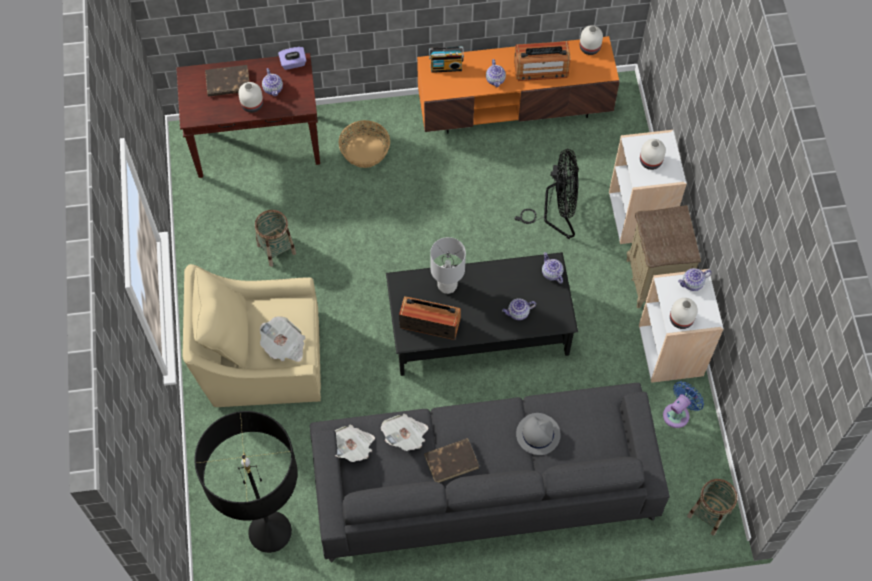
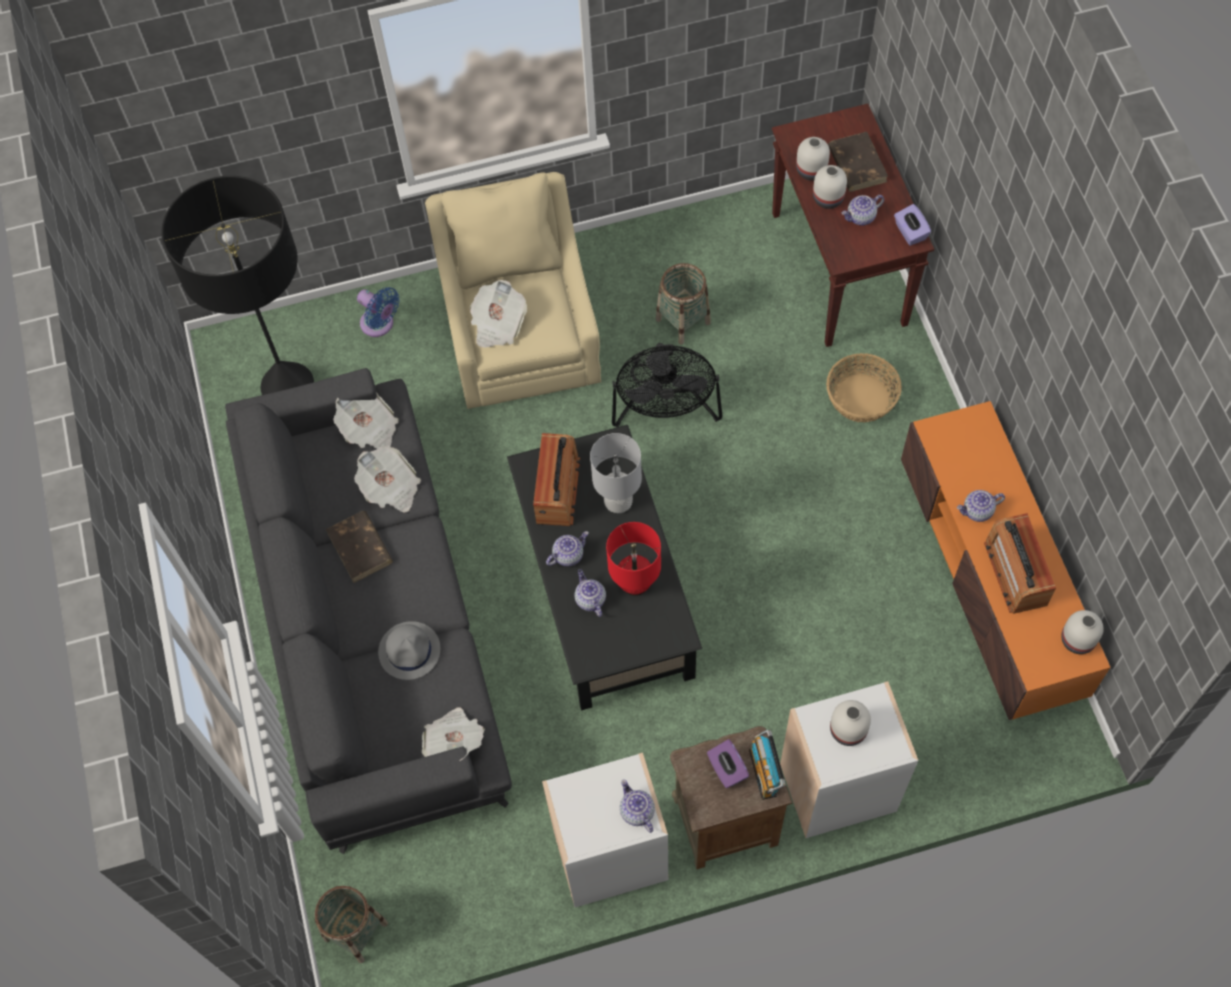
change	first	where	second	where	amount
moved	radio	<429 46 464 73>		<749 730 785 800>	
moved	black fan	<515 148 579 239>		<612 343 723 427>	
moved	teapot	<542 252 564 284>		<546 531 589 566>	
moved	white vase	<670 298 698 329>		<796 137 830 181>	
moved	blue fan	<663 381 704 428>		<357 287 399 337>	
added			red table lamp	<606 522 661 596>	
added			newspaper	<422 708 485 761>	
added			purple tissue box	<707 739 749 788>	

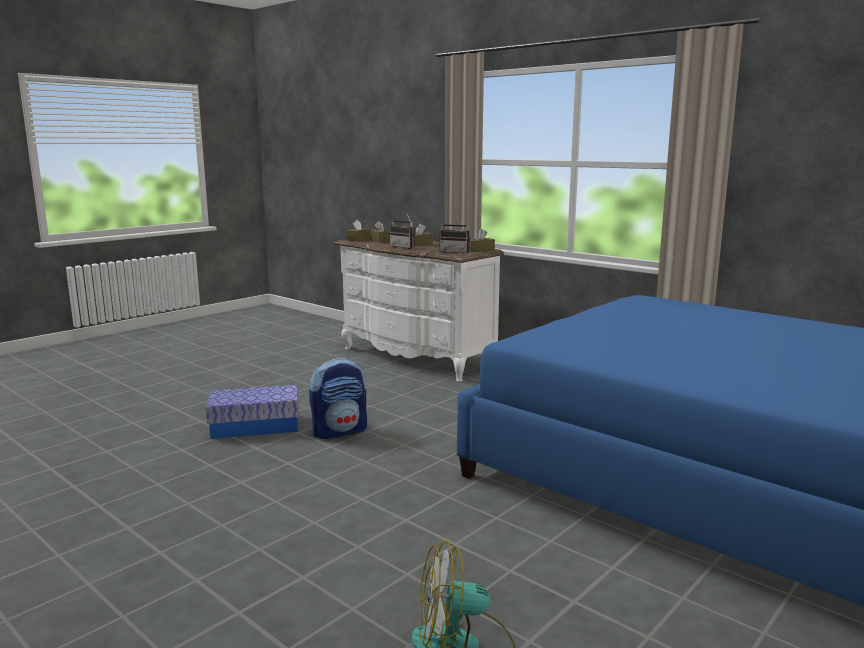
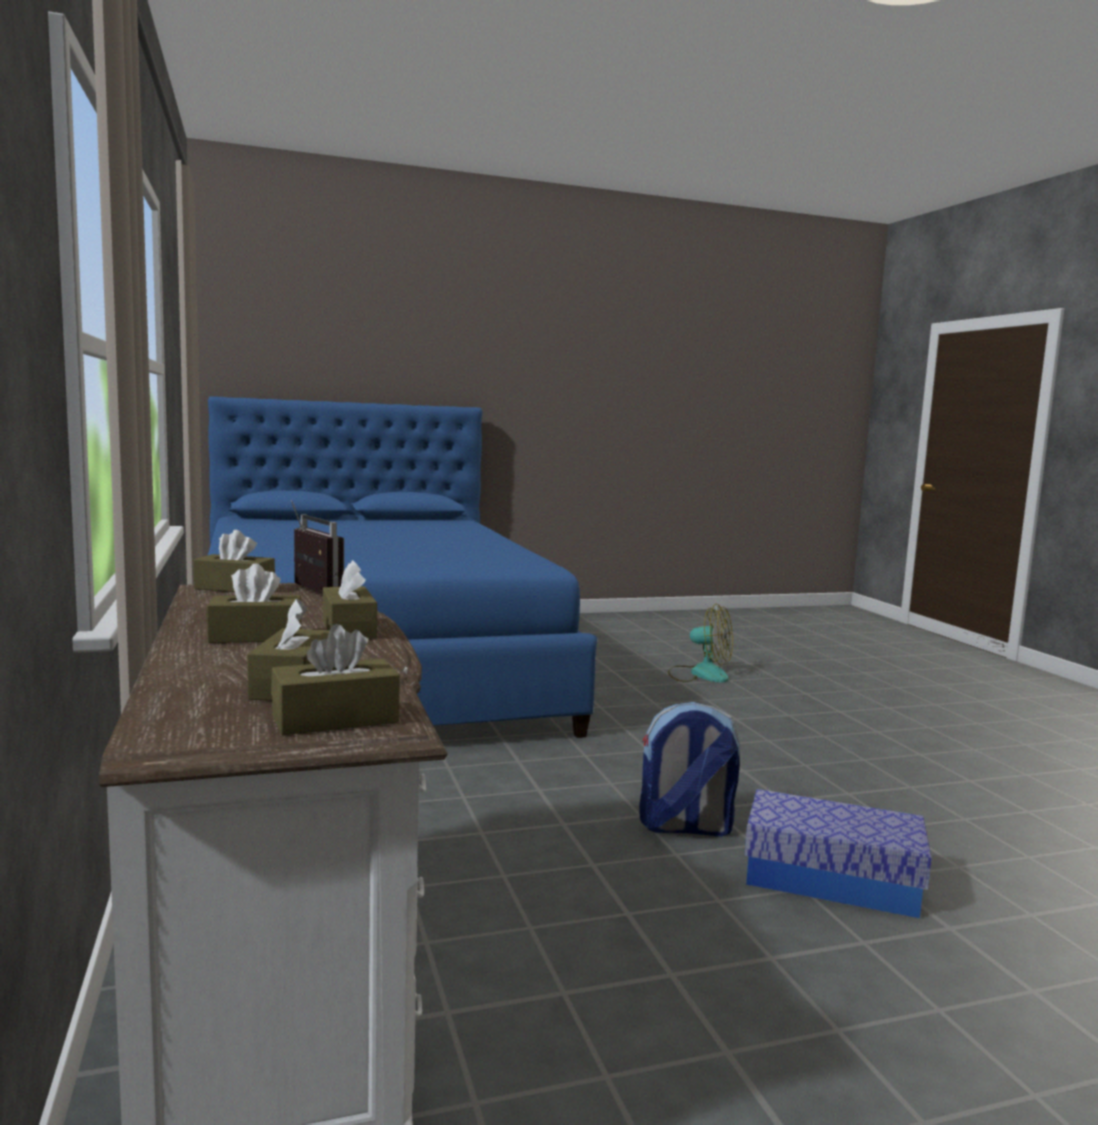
change	first	where	second	where	amount
replaced	radio	<390 213 415 249>	brown tissue box	<323 560 377 639>	

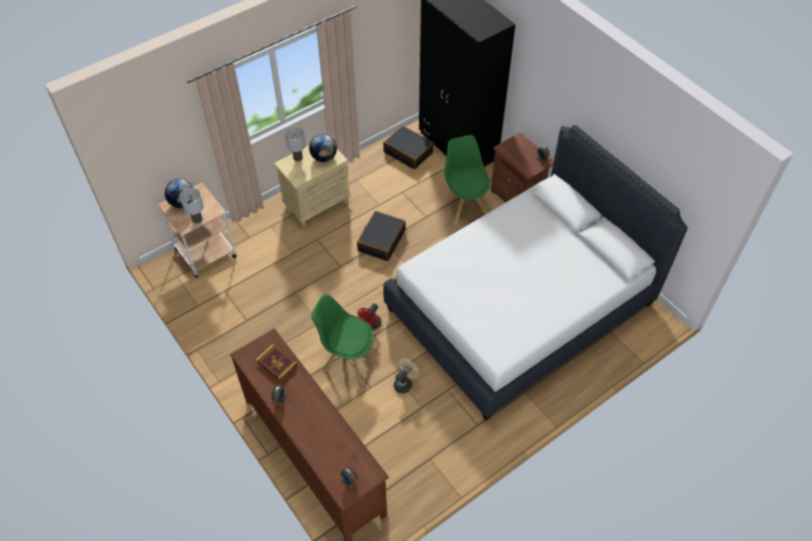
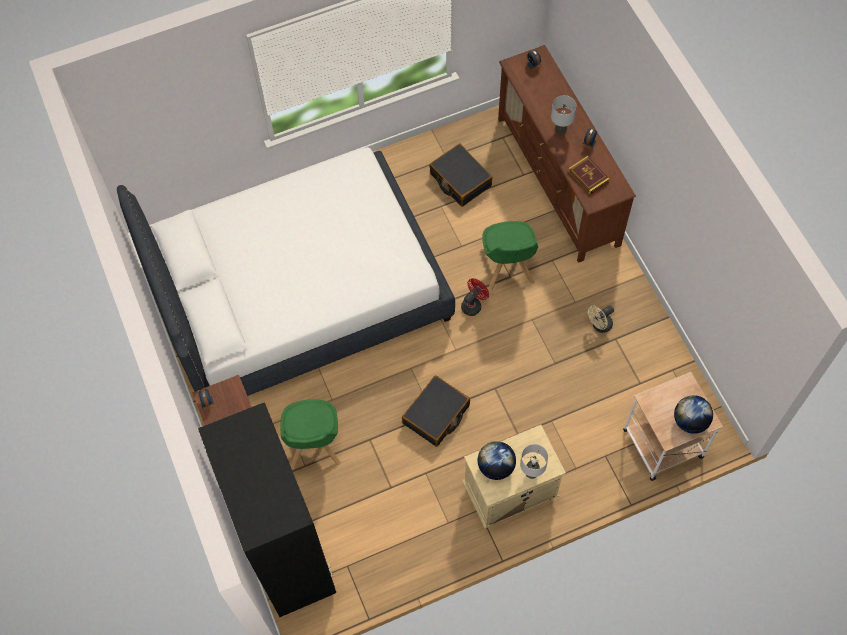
change	first	where	second	where	amount
moved	black suitcase	<383 126 434 169>		<429 144 493 207>	
moved	white table lamp	<180 188 204 223>		<551 95 576 135>	
turned	green chair	<311 294 378 385>		<480 221 538 291>	45 degrees clockwise
moved	beige fan	<394 358 419 394>		<588 305 614 333>	

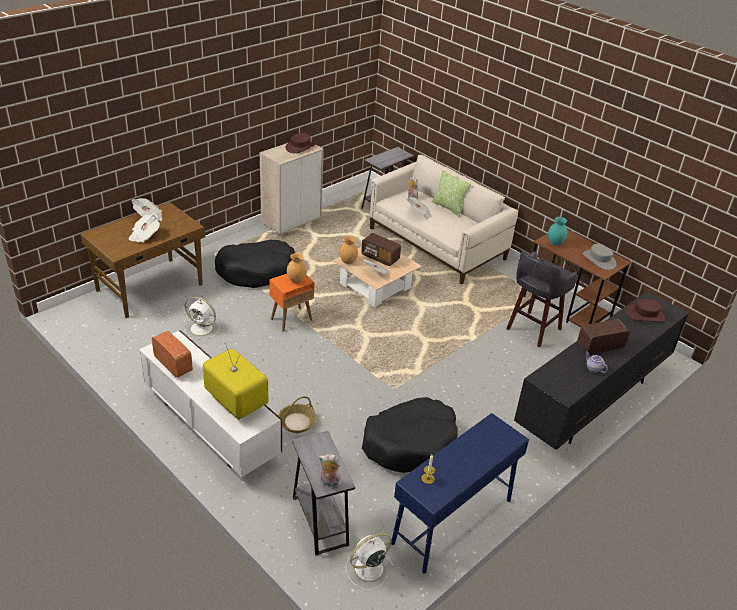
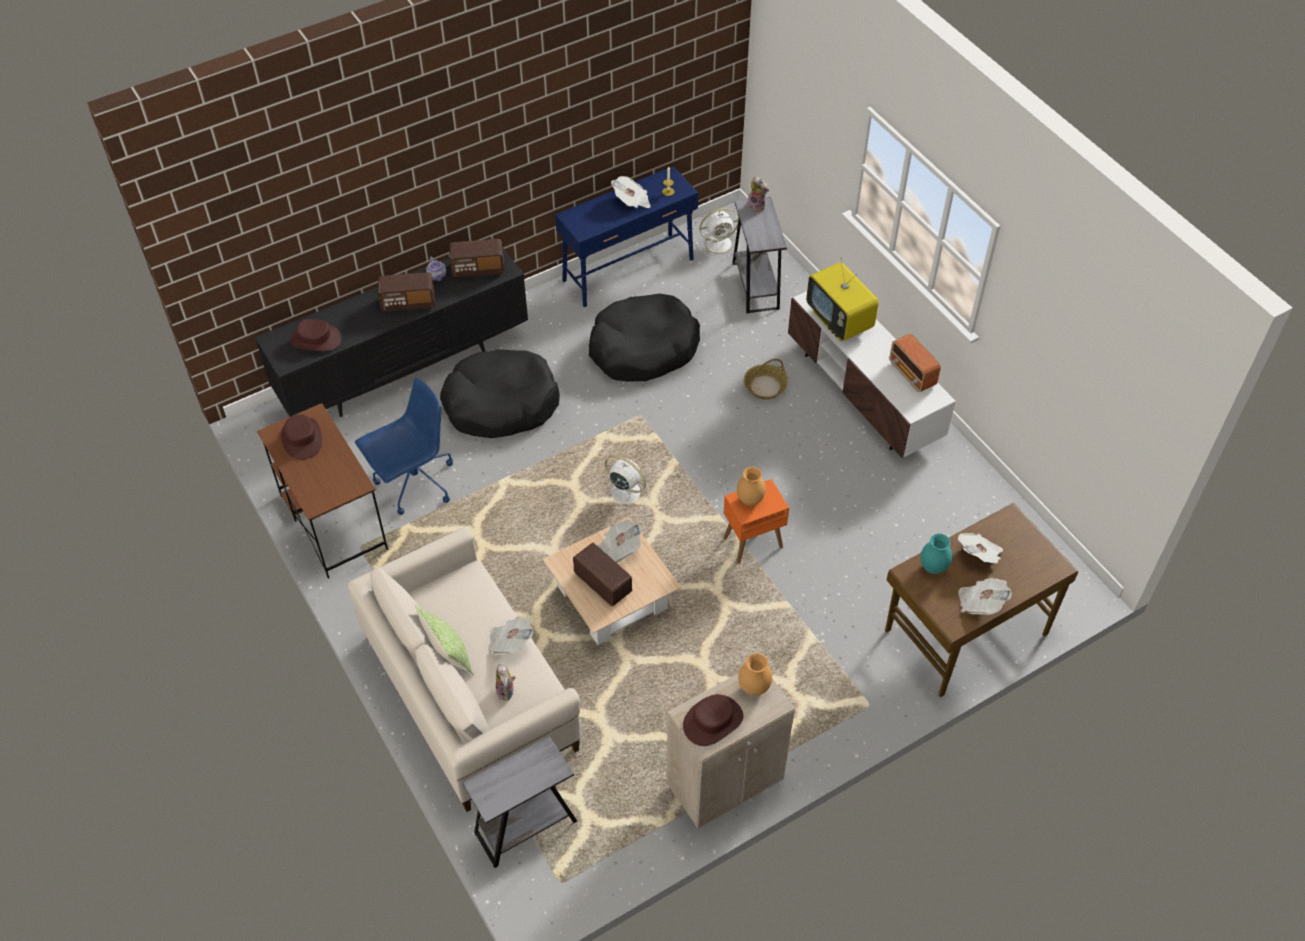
change	first	where	second	where	amount
moved	turquoise vase	<548 217 567 246>		<921 533 952 574>	
moved	brown vase	<340 236 358 264>		<738 653 772 696>	
moved	black dog bed	<215 240 295 288>		<440 349 560 438>	
recoloured	grey hat	<583 244 617 270>	brown hat	<281 414 322 459>	
replaced	grey stool	<506 251 578 348>	blue office chair	<355 378 453 515>	
moved	white fan	<184 297 220 340>		<605 455 649 509>	
added			newspaper	<611 176 650 208>	
added			radio	<449 239 504 277>	

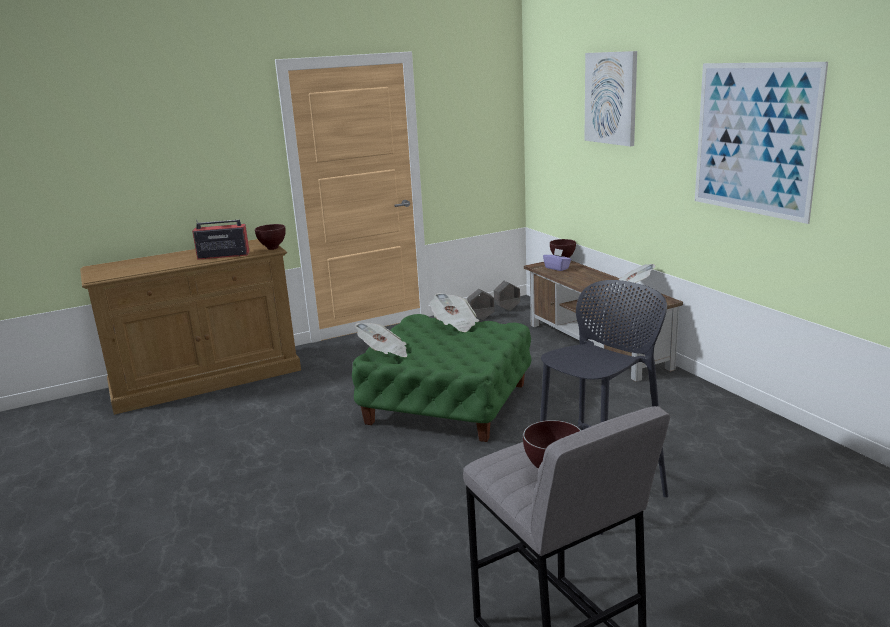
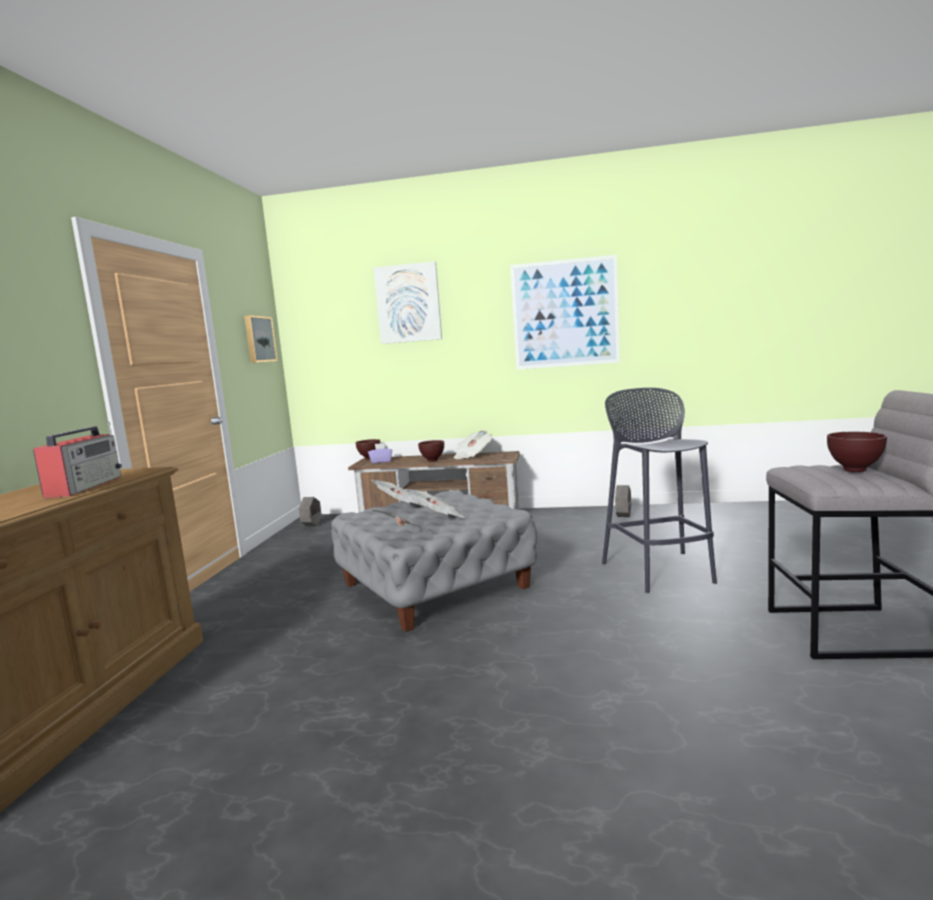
change	first	where	second	where	amount
turned	radio	<192 219 250 260>		<33 422 122 498>	150 degrees clockwise
moved	brown bowl	<255 224 286 250>		<418 440 444 462>	
moved	grey planter	<467 289 495 320>		<615 485 631 517>	
recoloured	green ottoman	<352 314 531 442>	grey ottoman	<331 490 537 632>	
added			picture	<244 315 278 363>	
added			newspaper	<405 489 465 518>	

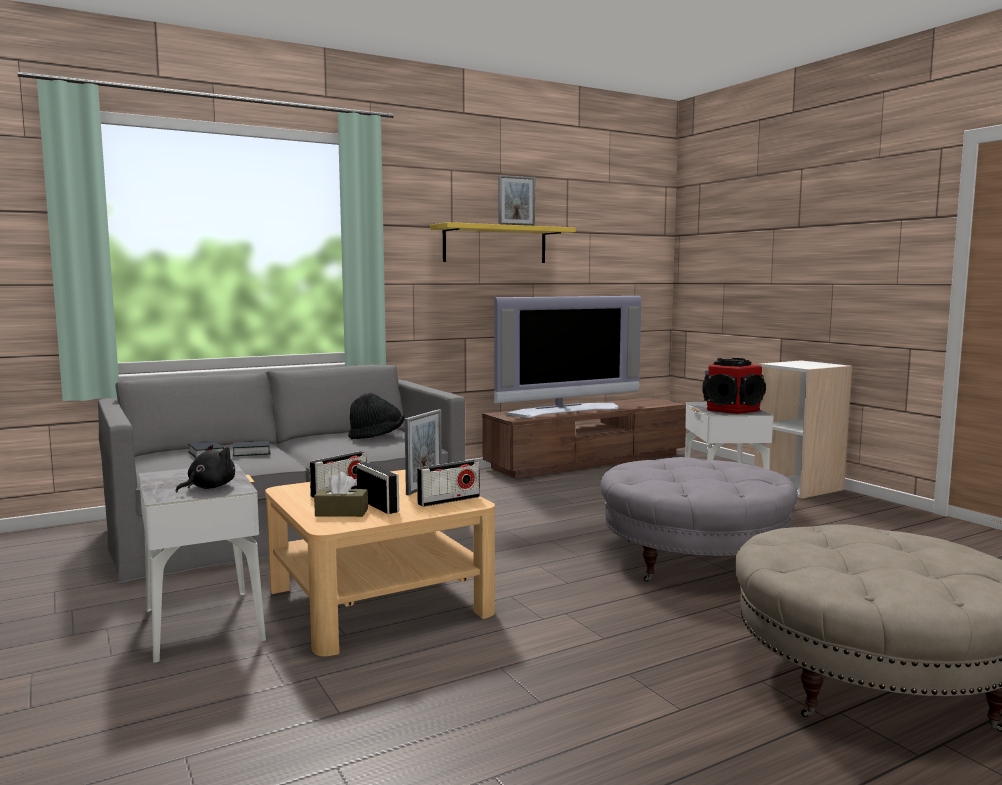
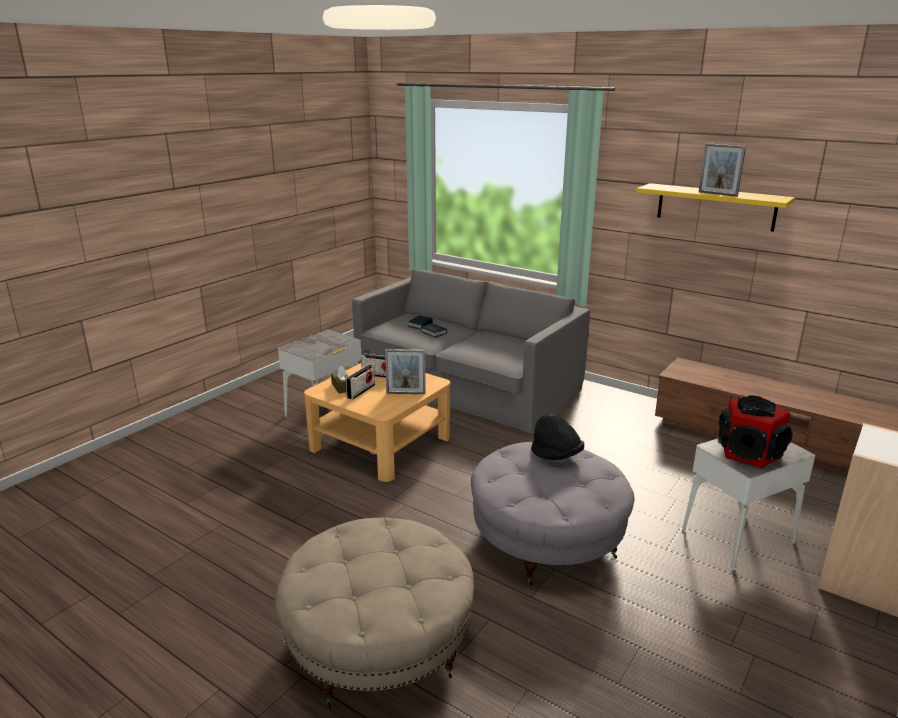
change	first	where	second	where	amount
removed	television	<494 296 641 418>			
moved	black hat	<348 393 404 439>		<531 414 584 460>	
removed	black plush toy	<176 445 235 492>			
removed	radio	<417 460 480 507>			

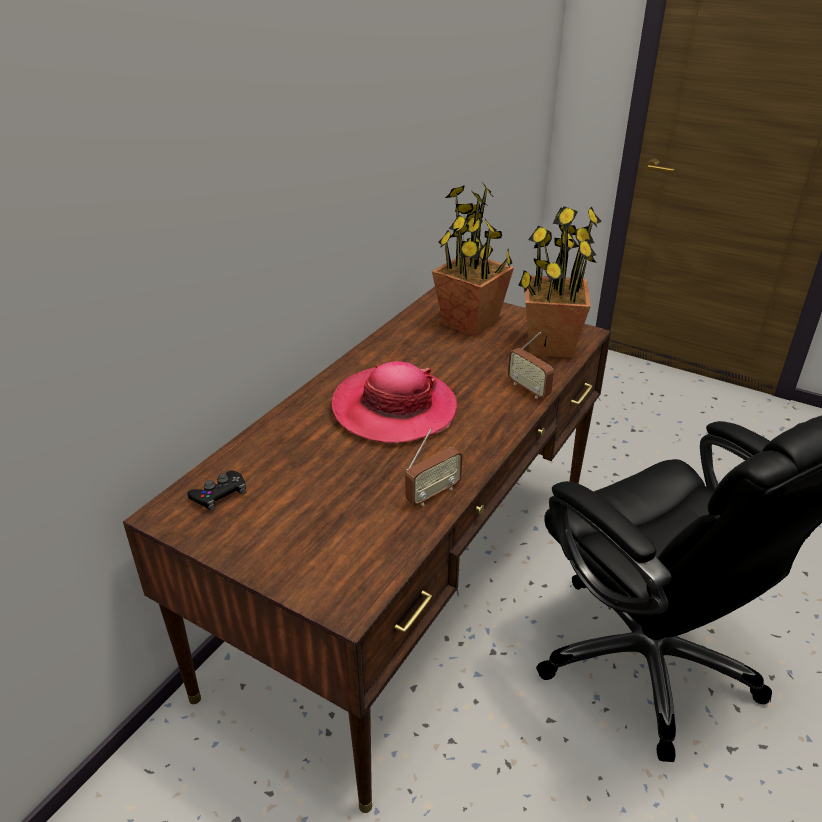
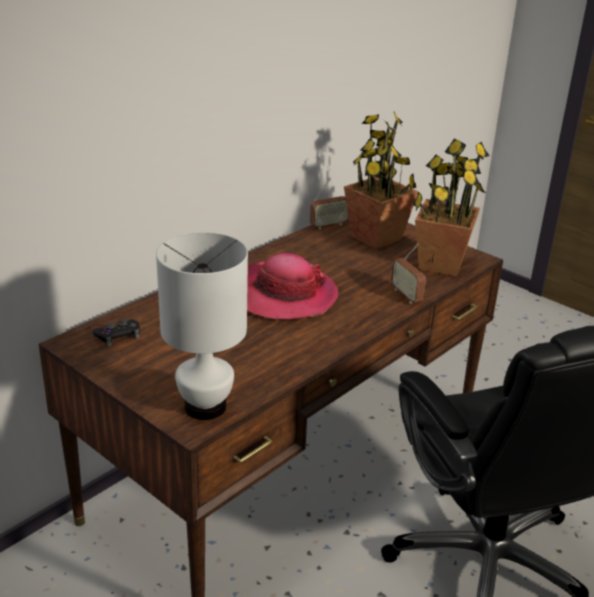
change	first	where	second	where	amount
moved	radio	<405 428 463 506>		<310 178 349 230>	
added			white table lamp	<156 232 248 420>	

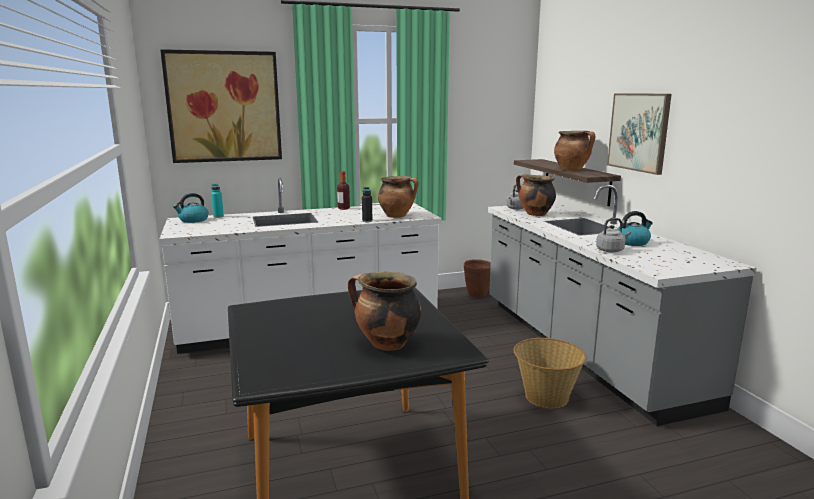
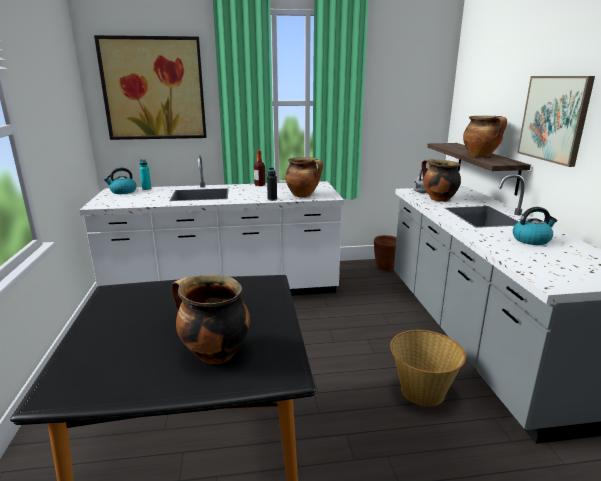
change	first	where	second	where	amount
removed	grey kettle	<596 218 631 252>			

